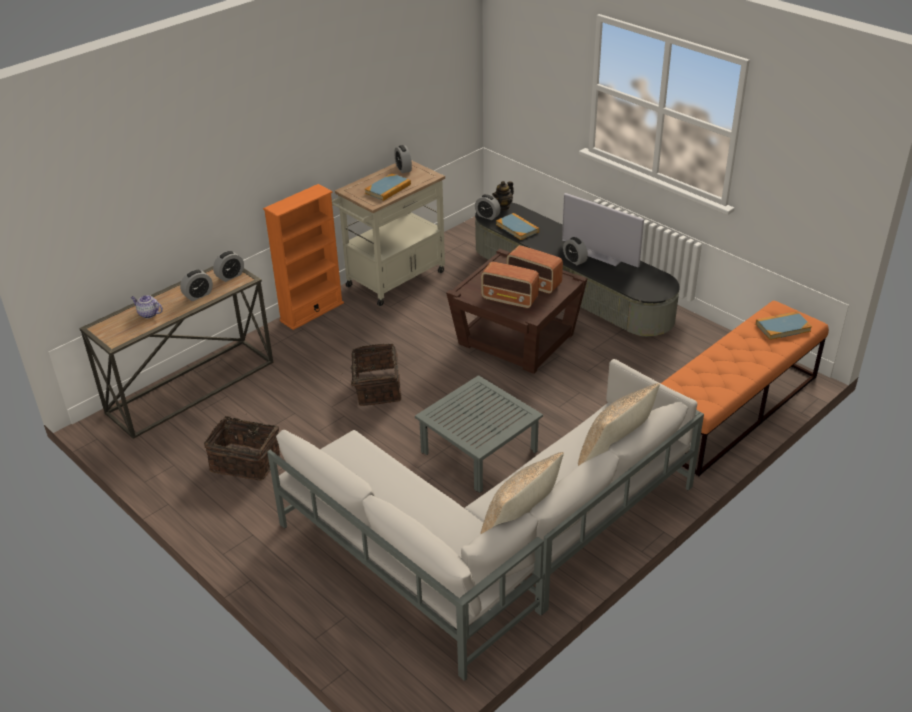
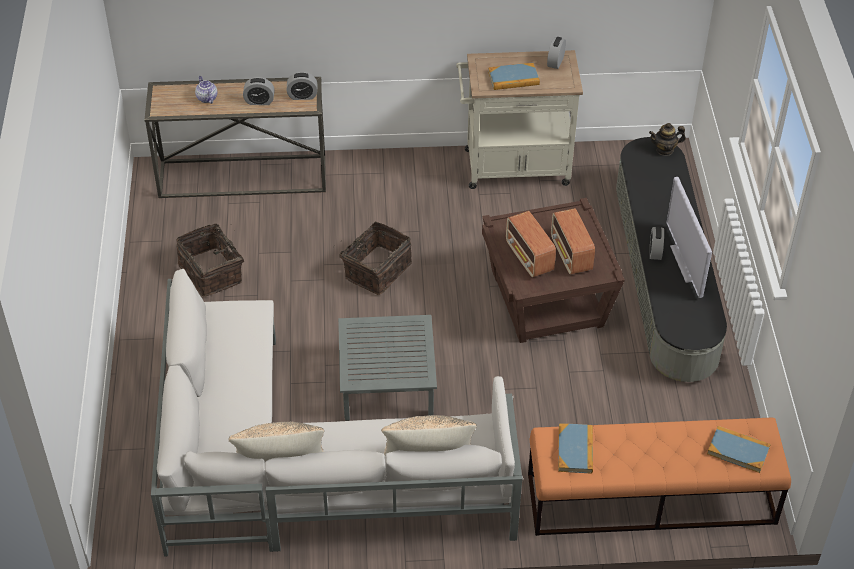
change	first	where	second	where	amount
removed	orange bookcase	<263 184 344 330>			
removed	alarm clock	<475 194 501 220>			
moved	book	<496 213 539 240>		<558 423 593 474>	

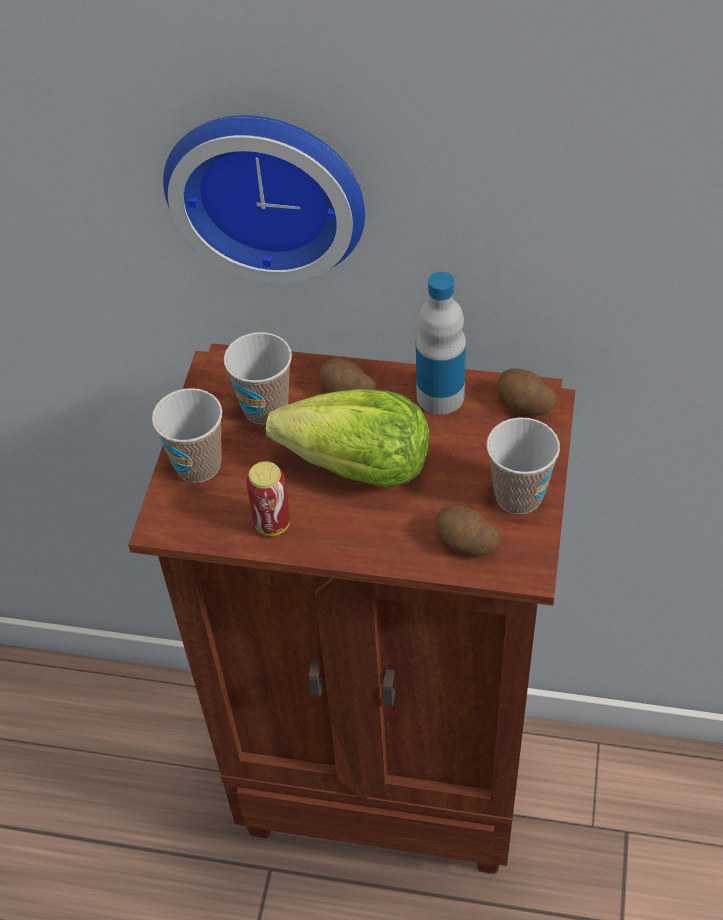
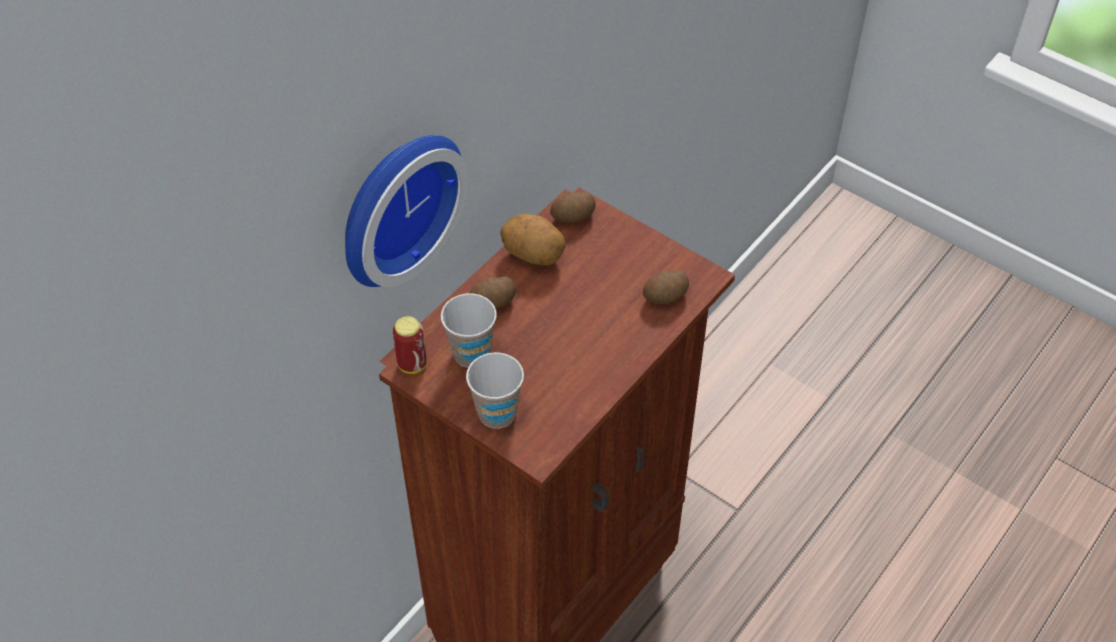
change	first	where	second	where	amount
replaced	bottle	<416 272 466 414>	potato	<500 214 565 265>	
removed	lettuce	<266 389 429 488>			
removed	cup	<487 418 560 514>			
moved	can	<246 461 290 536>		<393 316 427 374>	

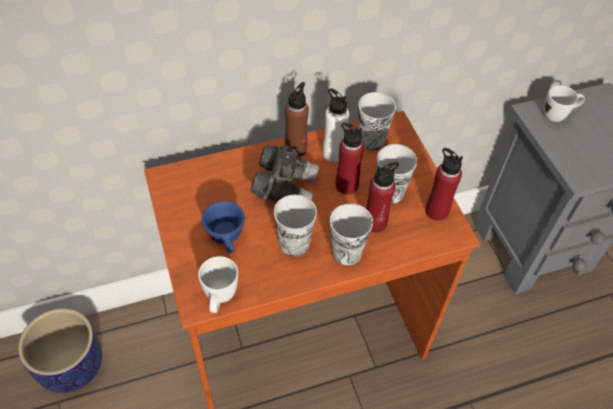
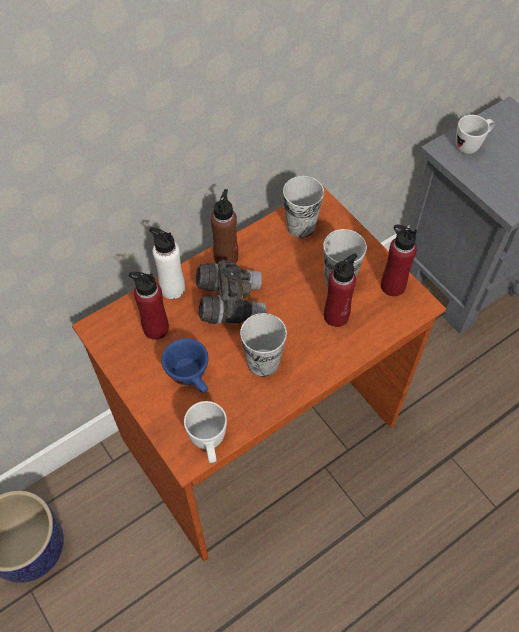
change	first	where	second	where	amount
moved	white bottle	<323 88 349 162>		<149 227 185 299>	
moved	red bottle	<336 122 364 195>		<129 272 169 340>	
removed	cup	<330 203 373 266>			

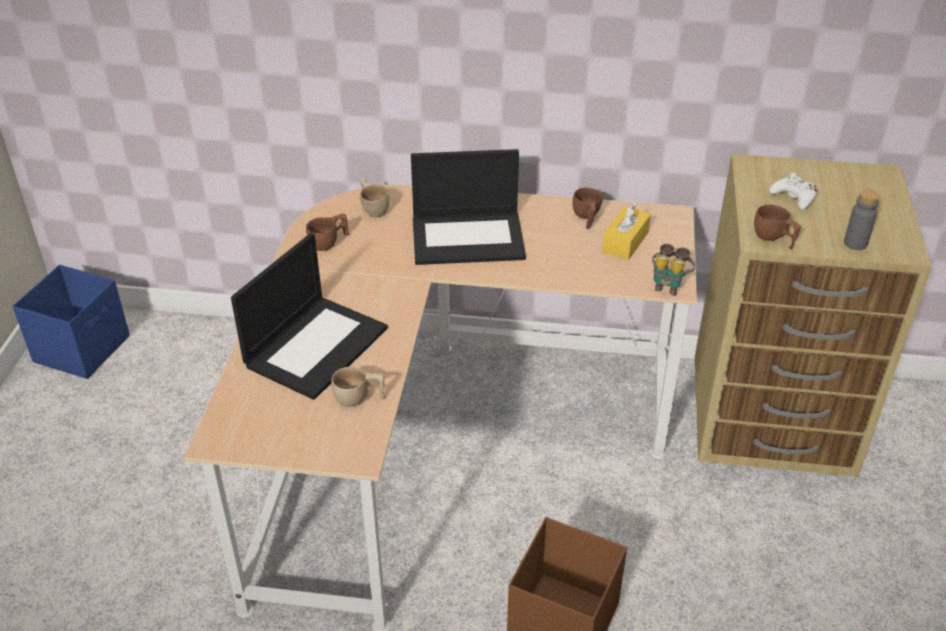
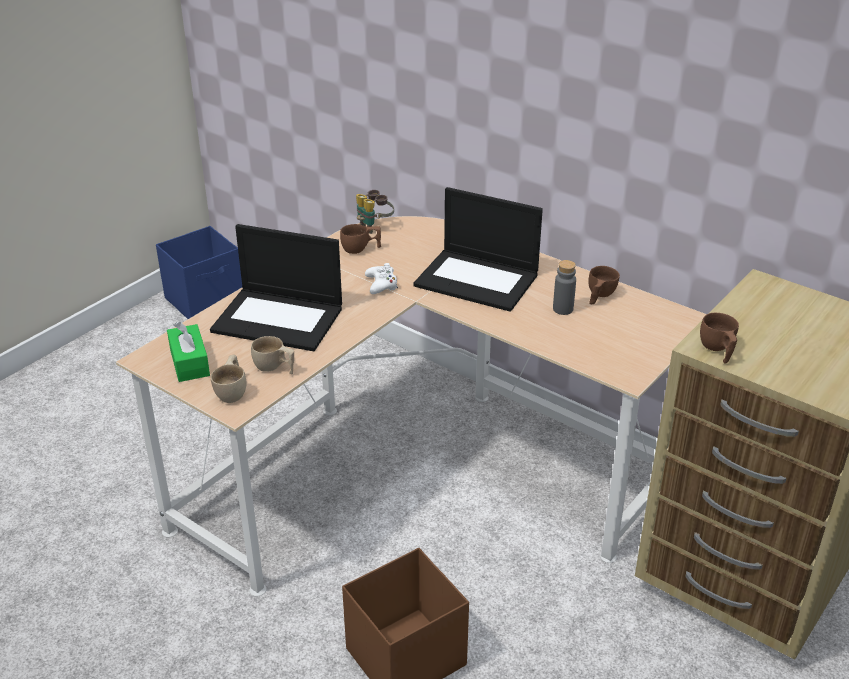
change	first	where	second	where	amount
moved	white game controller	<769 173 818 210>		<365 263 398 294>	
moved	beige cup	<360 178 390 217>		<210 355 247 403>	
moved	grey bottle	<844 189 880 250>		<553 260 576 315>	
removed	yellow tissue box	<602 203 651 260>			
turned	laptop	<231 233 388 400>		<210 224 342 351>	45 degrees clockwise
moved	binoculars	<652 244 695 296>		<356 190 394 234>	
added			green tissue box	<167 322 210 382>	

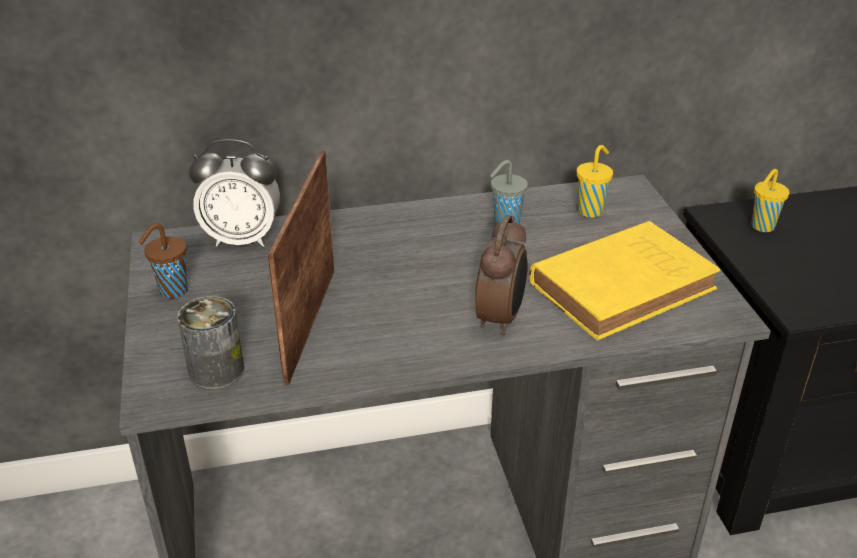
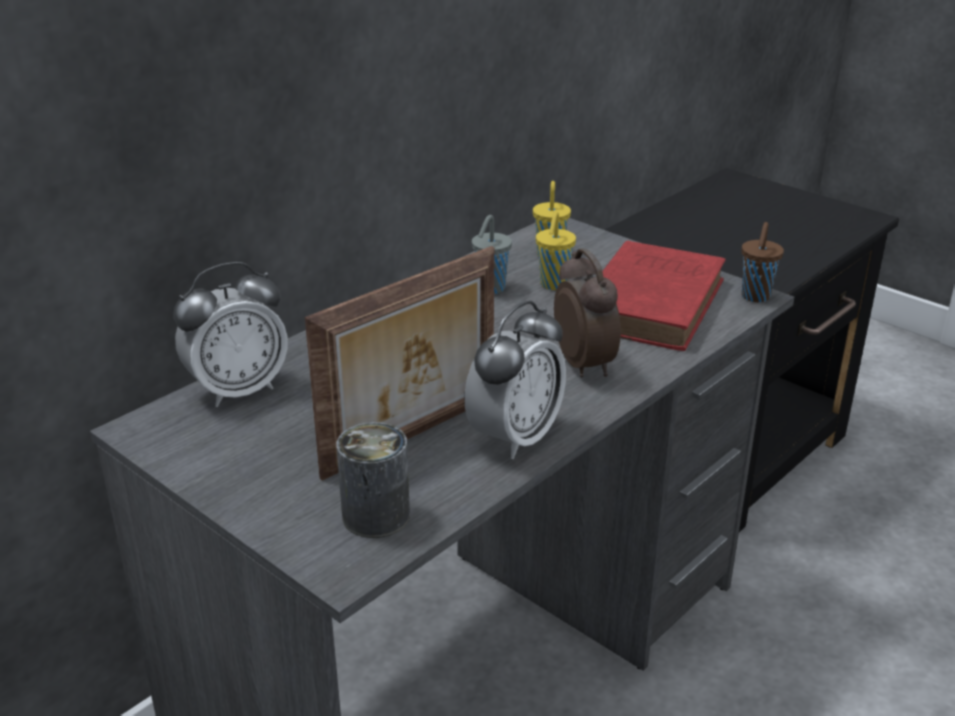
change	first	where	second	where	amount
turned	picture frame	<268 150 334 385>		<305 246 495 481>	105 degrees counterclockwise
moved	yellow cup	<751 169 789 232>		<536 211 576 290>	
recoloured	yellow book	<529 221 721 340>	red book	<602 241 726 351>	
moved	brown cup	<138 223 188 299>		<742 222 784 302>	
added			alarm clock	<465 301 566 459>	

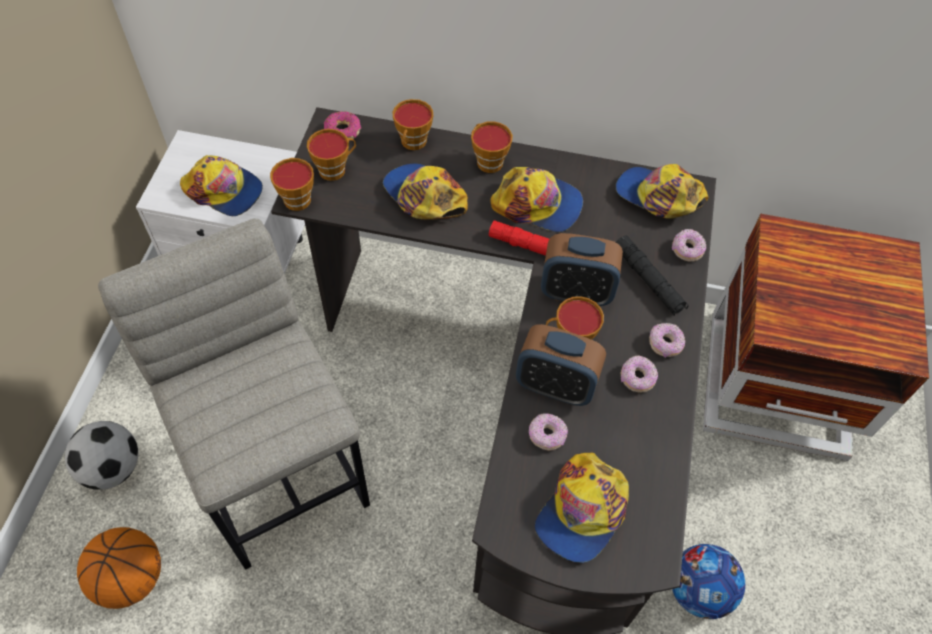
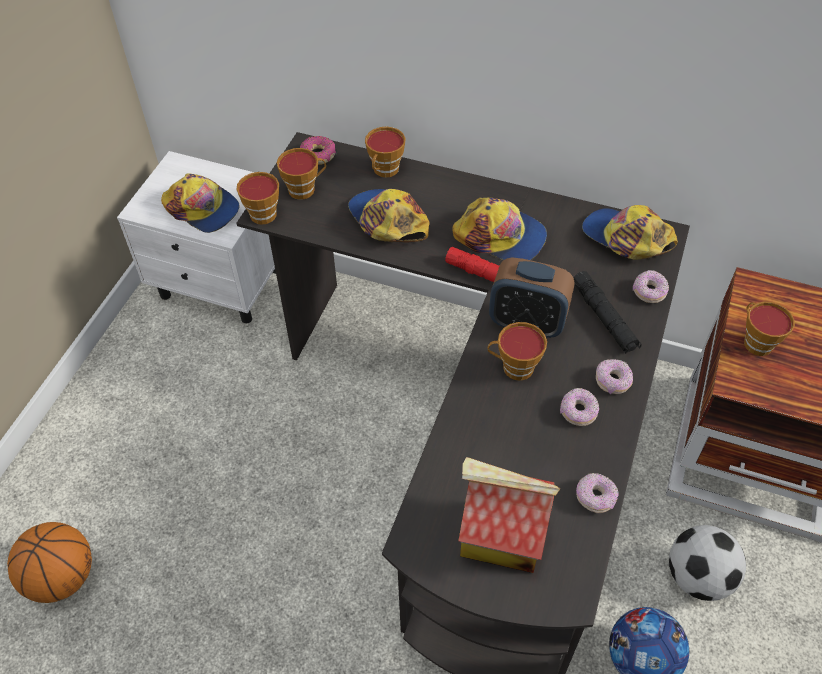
change	first	where	second	where	amount
moved	cup	<471 121 513 173>		<744 301 795 356>	
removed	grey chair	<98 218 370 570>			
removed	alarm clock	<516 324 606 406>			
moved	donut	<529 413 568 451>		<576 473 619 513>	
moved	football	<65 421 138 490>		<669 525 746 601>	
replaced	cap	<535 453 629 563>	toy house	<458 457 560 573>	

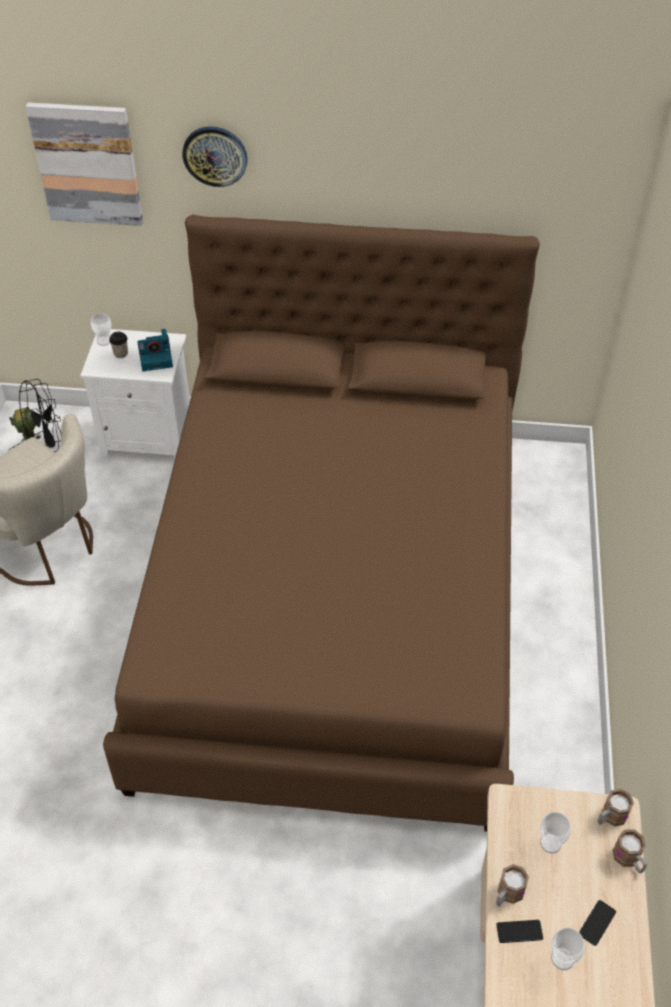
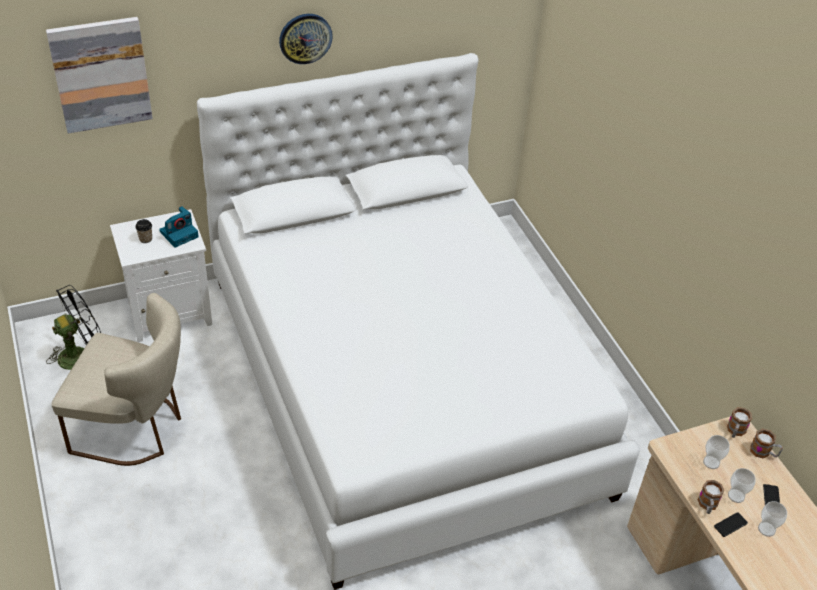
change	first	where	second	where	amount
moved	wall clock	<182 126 247 187>		<279 14 333 64>	
recoloured	brown bed	<103 215 540 832>	white bed	<197 53 640 590>	
moved	cup	<91 313 111 346>		<728 468 756 503>	

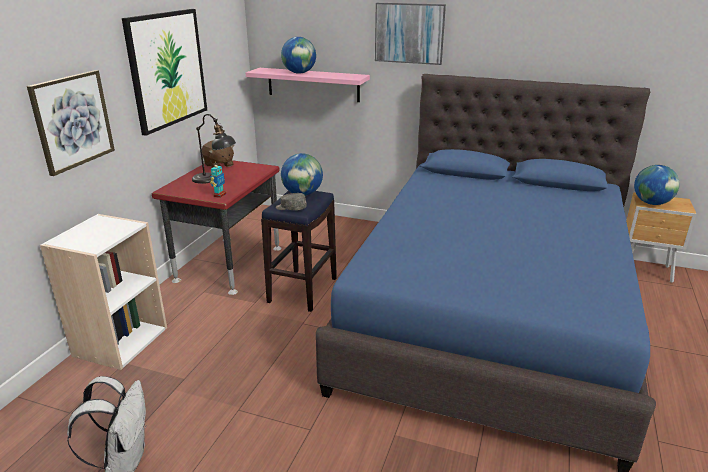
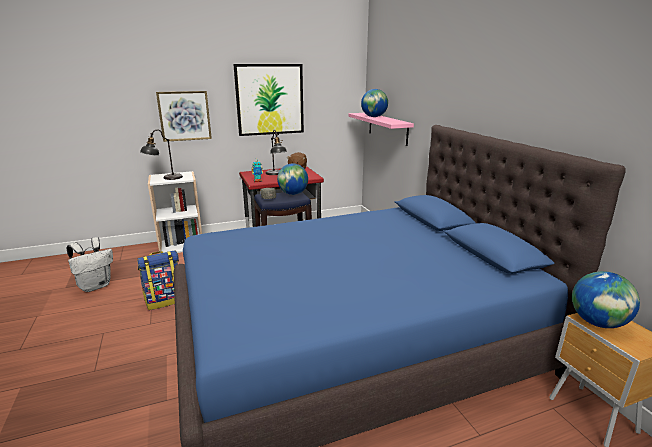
change	first	where	second	where	amount
removed	picture	<375 3 446 65>			
added			grey table lamp	<140 129 183 180>	
added			backpack	<137 250 179 310>	

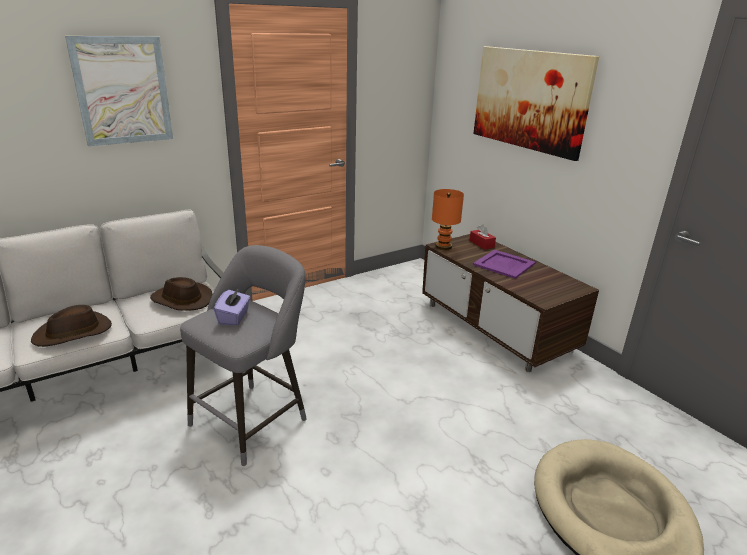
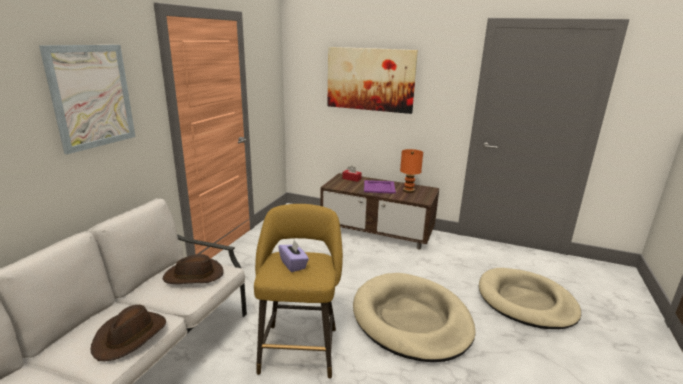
change	first	where	second	where	amount
moved	orange table lamp	<432 189 464 250>		<400 149 423 193>	
recoloured	grey stool	<180 245 307 466>	yellow stool	<254 204 343 379>	
added			beige dog bed	<353 273 476 362>	

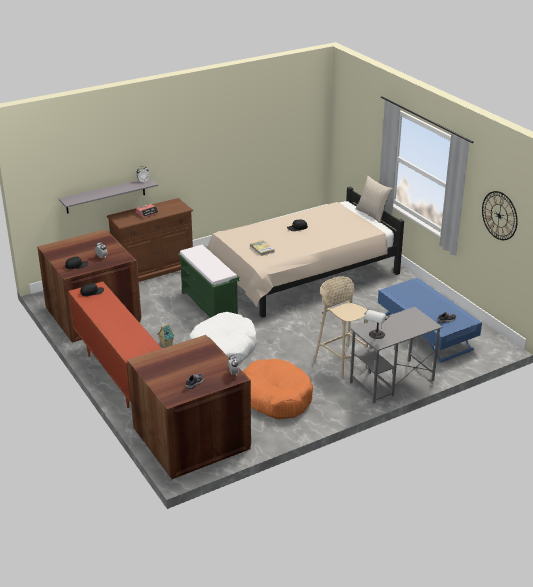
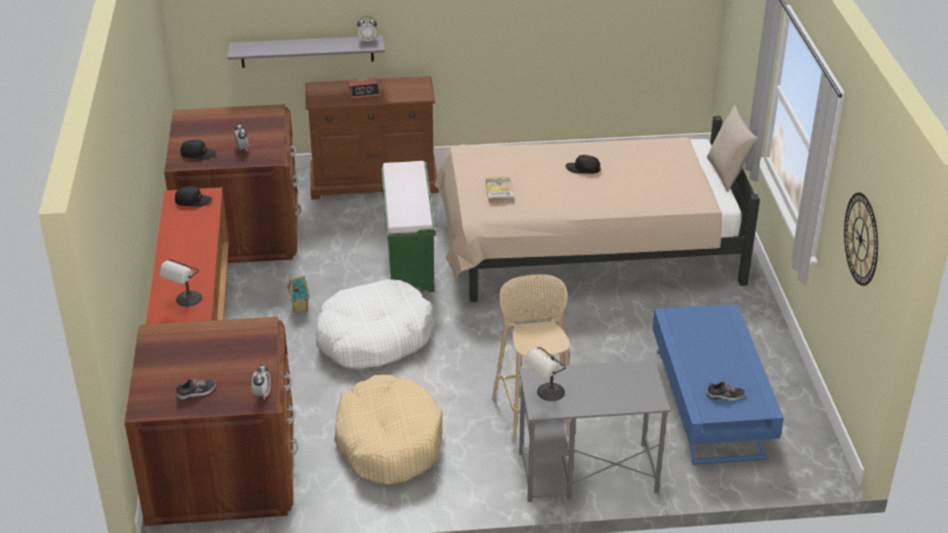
change	first	where	second	where	amount
recoloured	orange dog bed	<243 359 313 419>	beige dog bed	<334 375 443 485>	
added			table lamp	<159 259 202 307>	

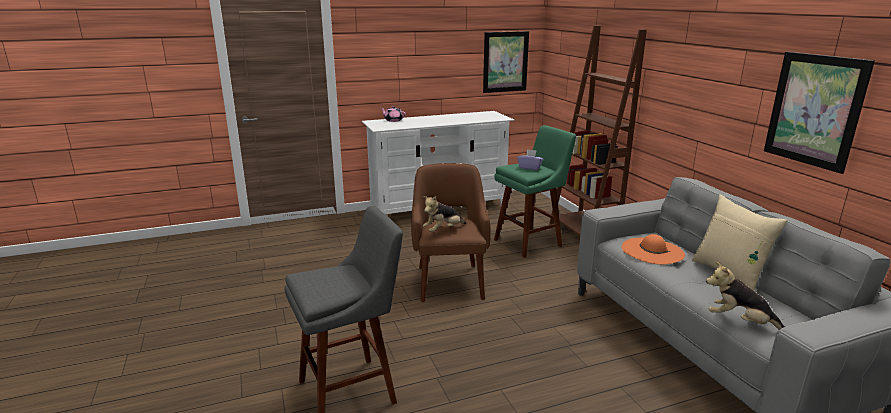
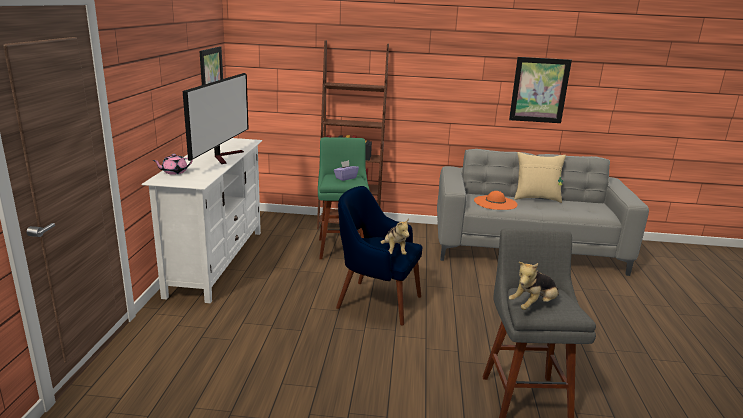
change	first	where	second	where	amount
recoloured	brown armchair	<411 163 491 302>	blue armchair	<336 186 422 325>	
moved	plush toy	<706 261 785 330>		<509 262 559 310>	
added			television	<183 73 248 164>	

